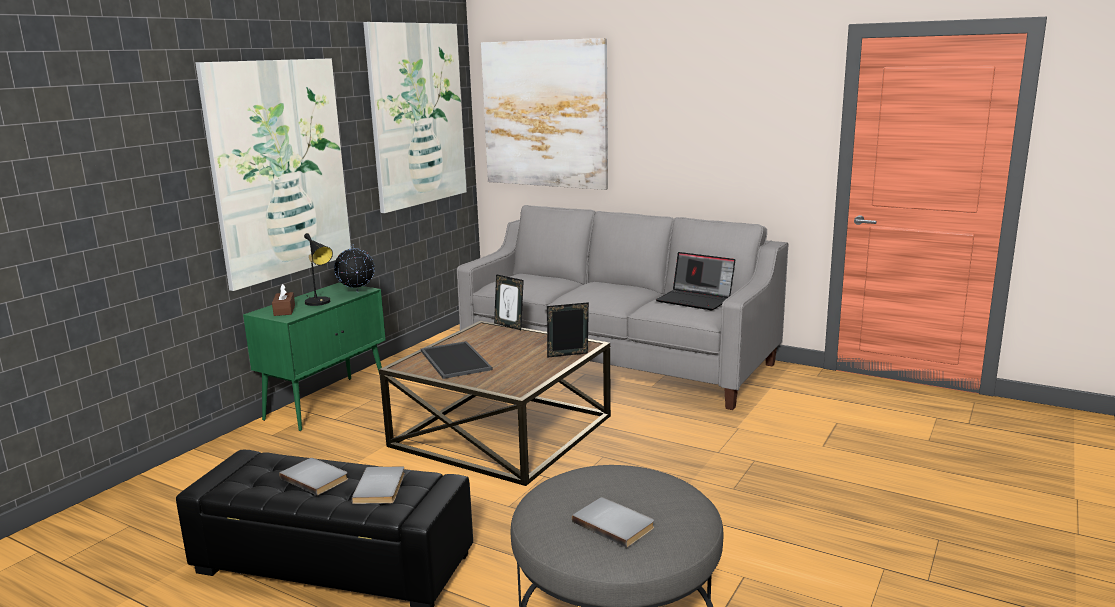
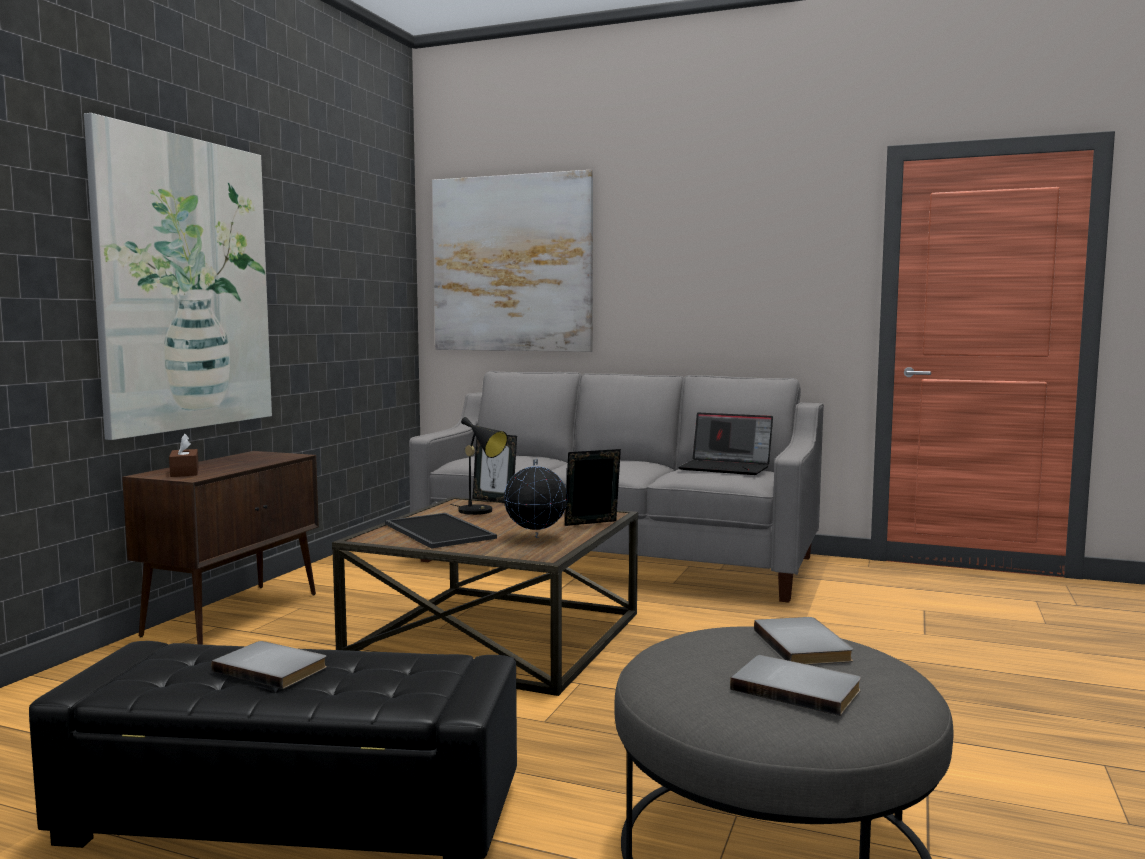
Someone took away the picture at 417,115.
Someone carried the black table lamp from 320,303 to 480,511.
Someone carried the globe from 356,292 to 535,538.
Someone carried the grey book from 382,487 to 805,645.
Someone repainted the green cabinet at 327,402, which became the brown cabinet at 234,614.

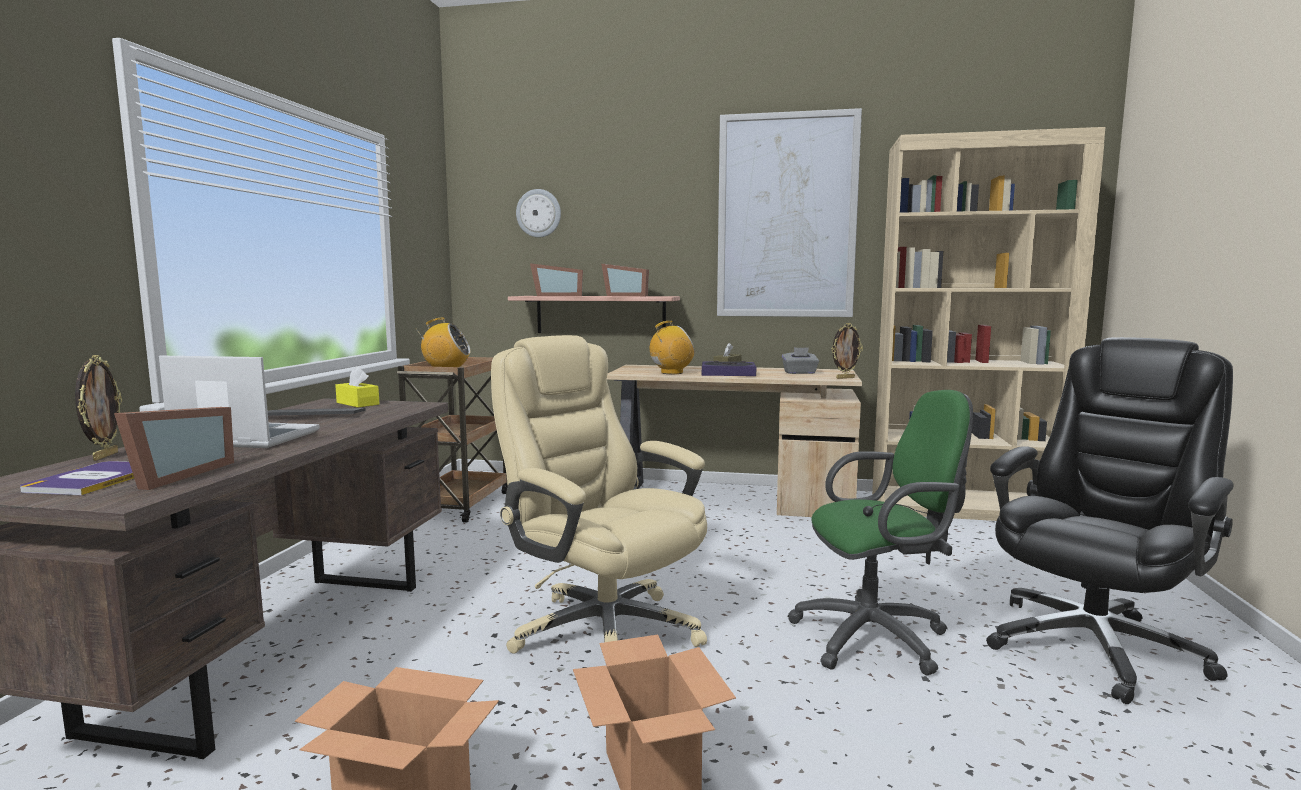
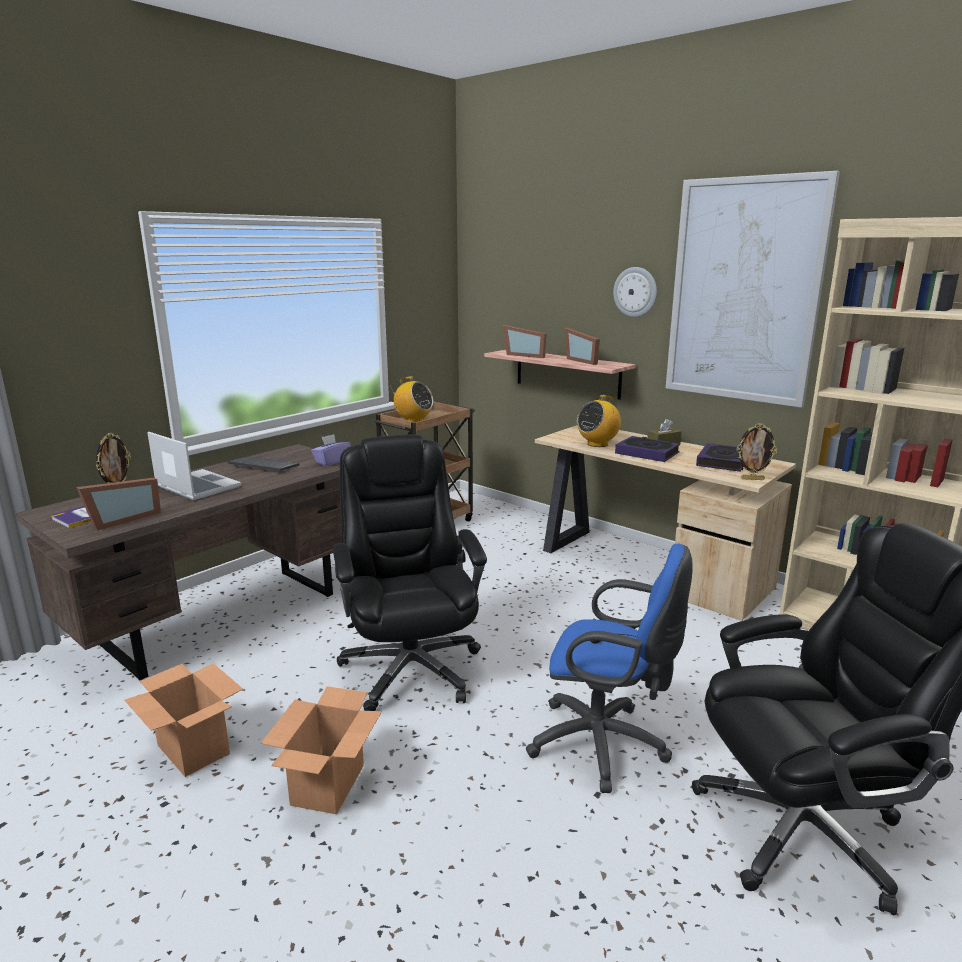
Someone took away the yellow tissue box at 357,403.
Someone put down the purple tissue box at 331,461.
Someone carried the wall clock from 538,213 to 635,292.
Someone swapped the grey tissue box at 800,373 for the book at 722,462.
Someone repainted the beige office chair at 603,631, which became the black office chair at 410,667.
Someone repainted the green office chair at 878,638, which became the blue office chair at 605,745.
Someone rotated the radio at 671,373 by 135 degrees clockwise.

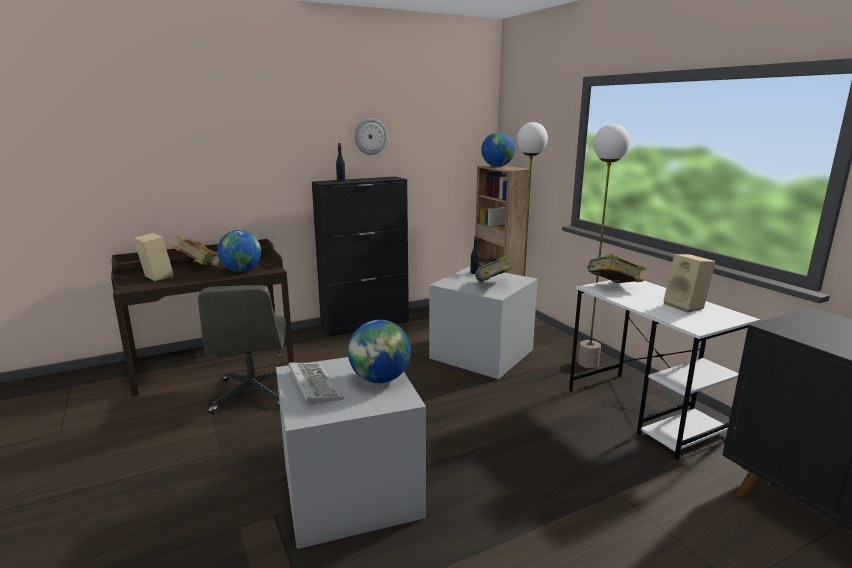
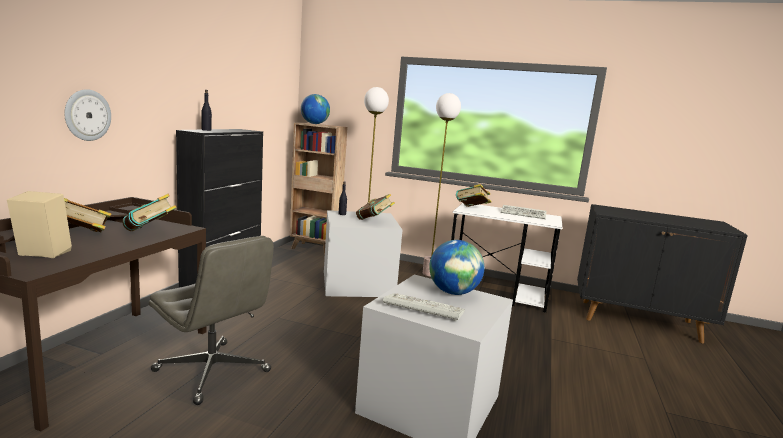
Someone carried the wall clock from 370,136 to 87,115.
Someone swapped the globe at 241,271 for the book at 150,233.
Someone swapped the beige speaker at 686,306 for the keyboard at 524,214.

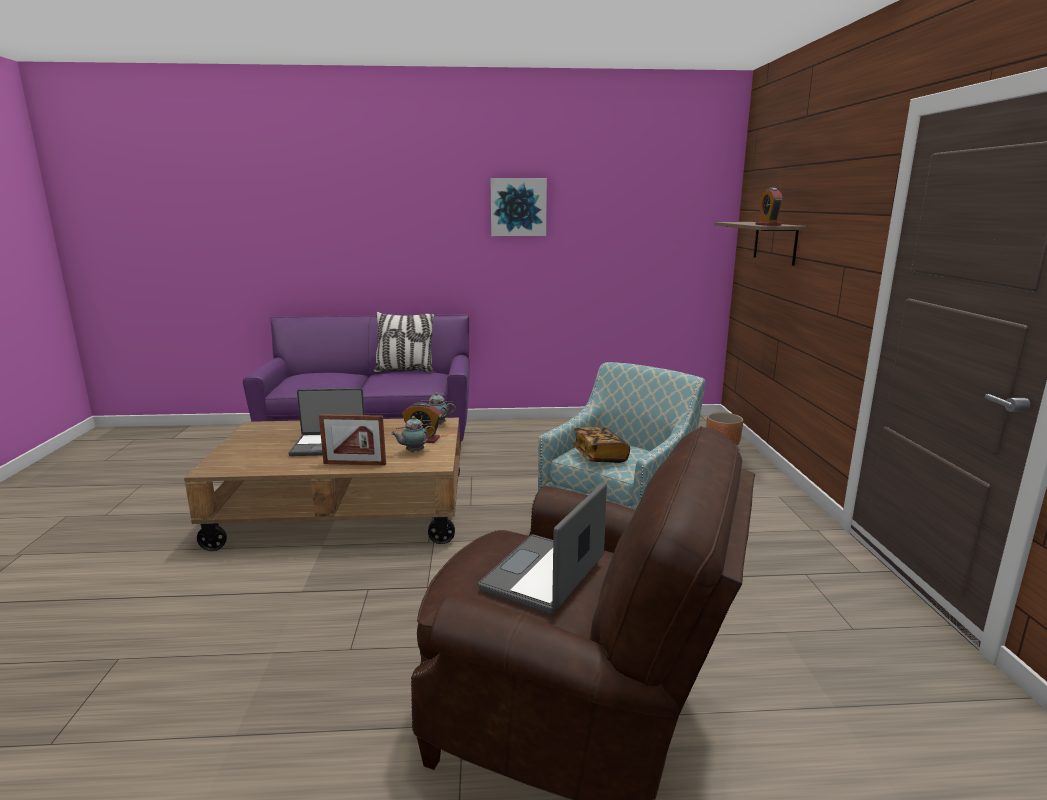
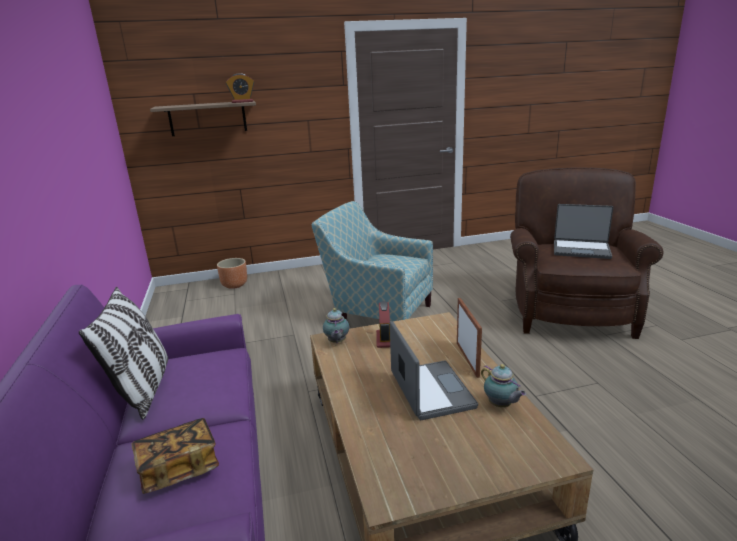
Someone took away the picture at 518,207.
Someone carried the teapot from 413,452 to 501,405.
Someone carried the book from 599,456 to 179,468.

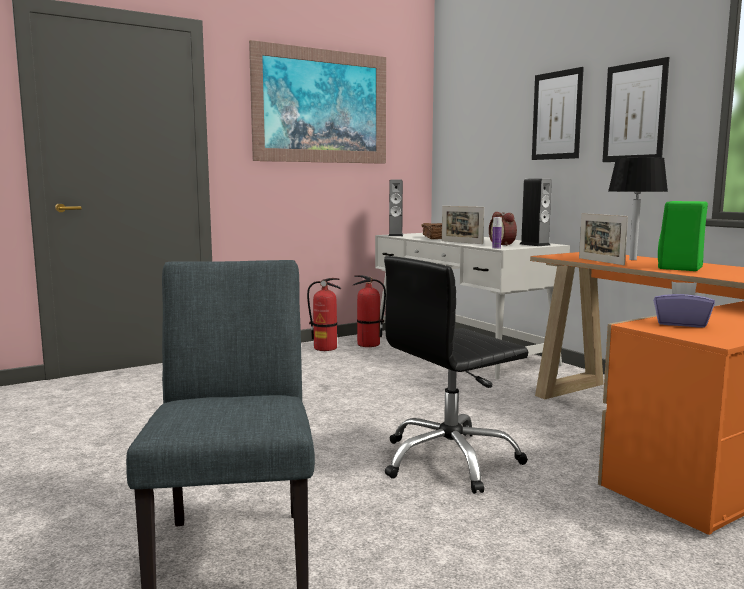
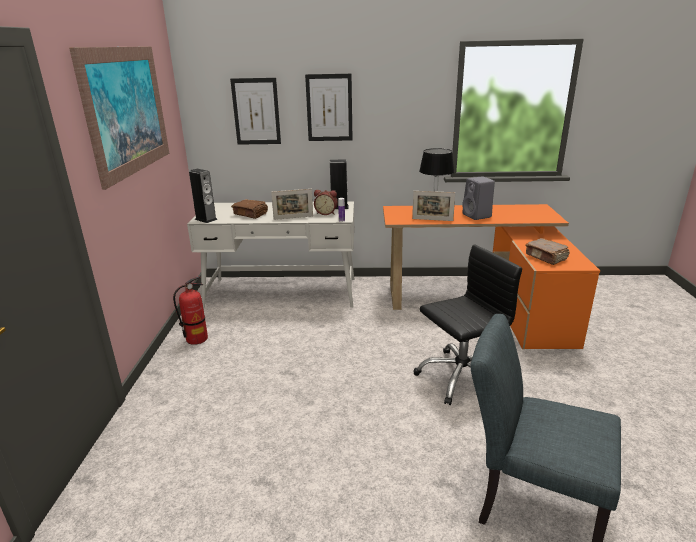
Someone took away the fire extinguisher at 368,345.
Someone carried the picture from 634,112 to 256,111.
Someone swapped the purple tissue box at 680,323 for the brown book at 546,257.
Someone repainted the green speaker at 680,268, which became the grey speaker at 477,216.
Someone rotated the black office chair at 450,461 by 120 degrees counterclockwise.

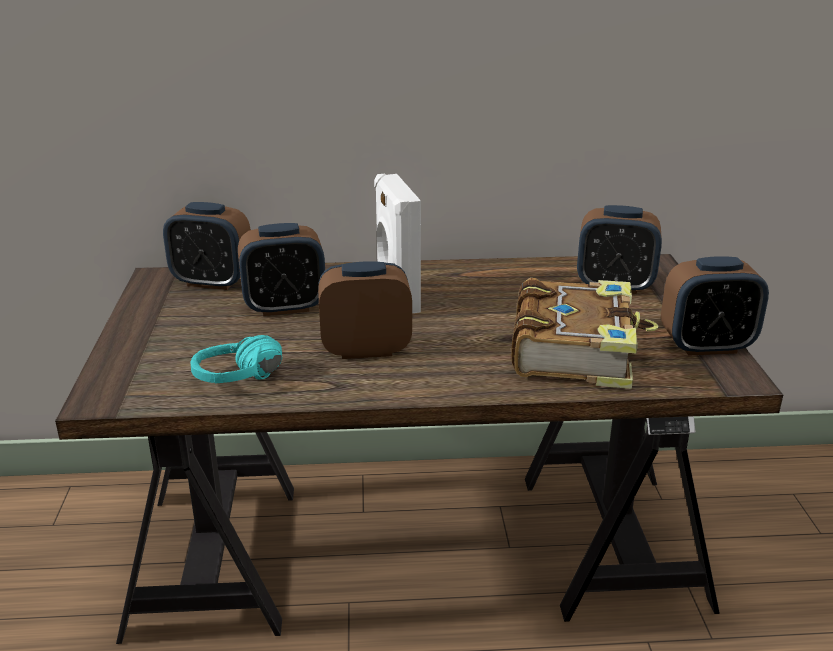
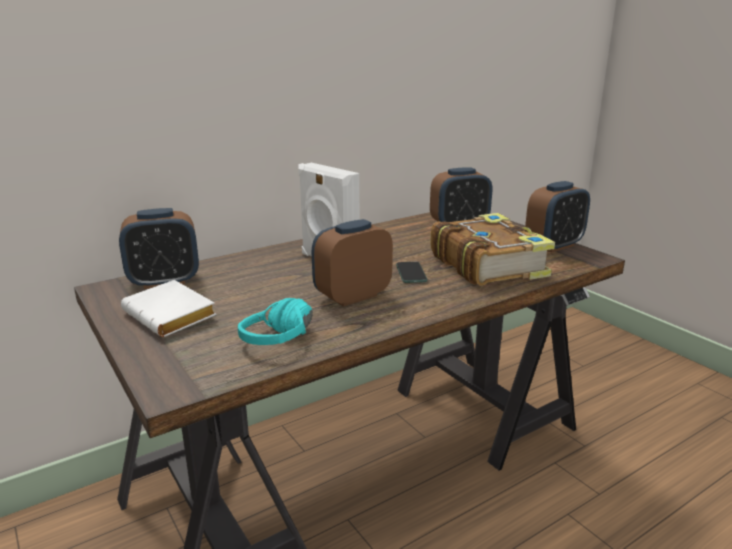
Someone took away the alarm clock at 285,307.
Someone put down the white book at 173,316.
Someone put down the phone at 411,273.

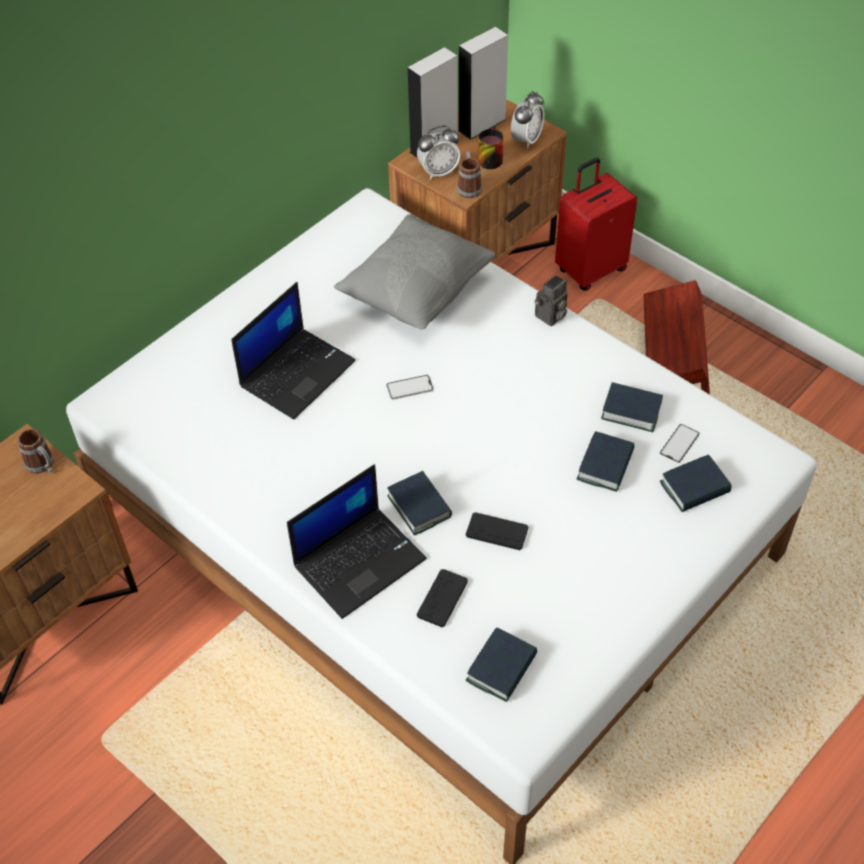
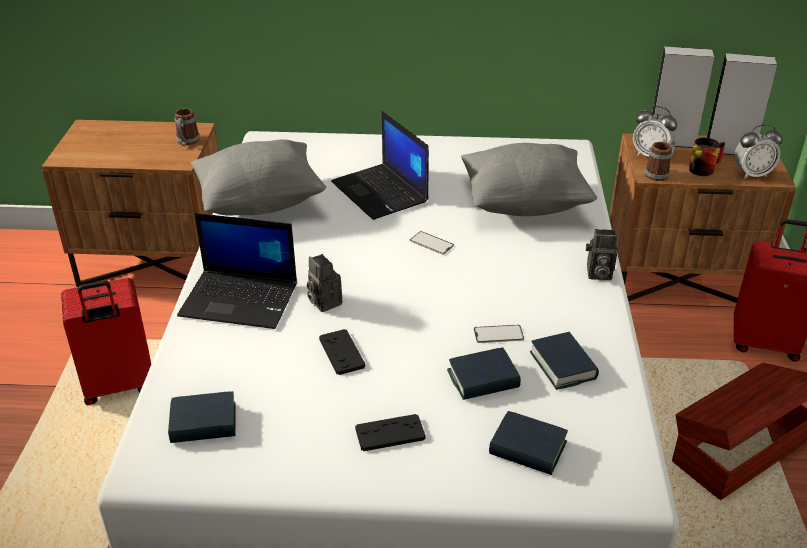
Someone put down the red suitcase at 119,386.
Someone put down the grey pillow at 261,202.
Someone carried the black game controller from 442,598 to 390,434.
Someone carried the phone from 679,443 to 498,334.
Someone swapped the book at 419,506 for the photo camera at 323,302.
Someone rotated the laptop at 297,372 by 60 degrees clockwise.

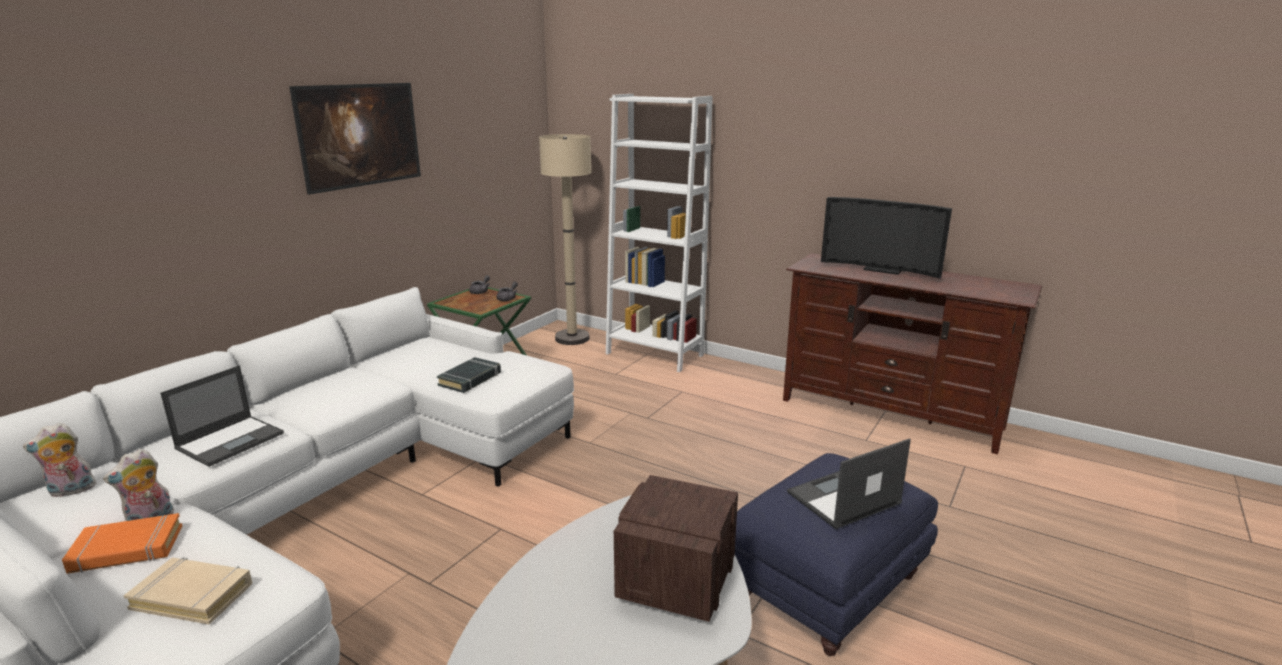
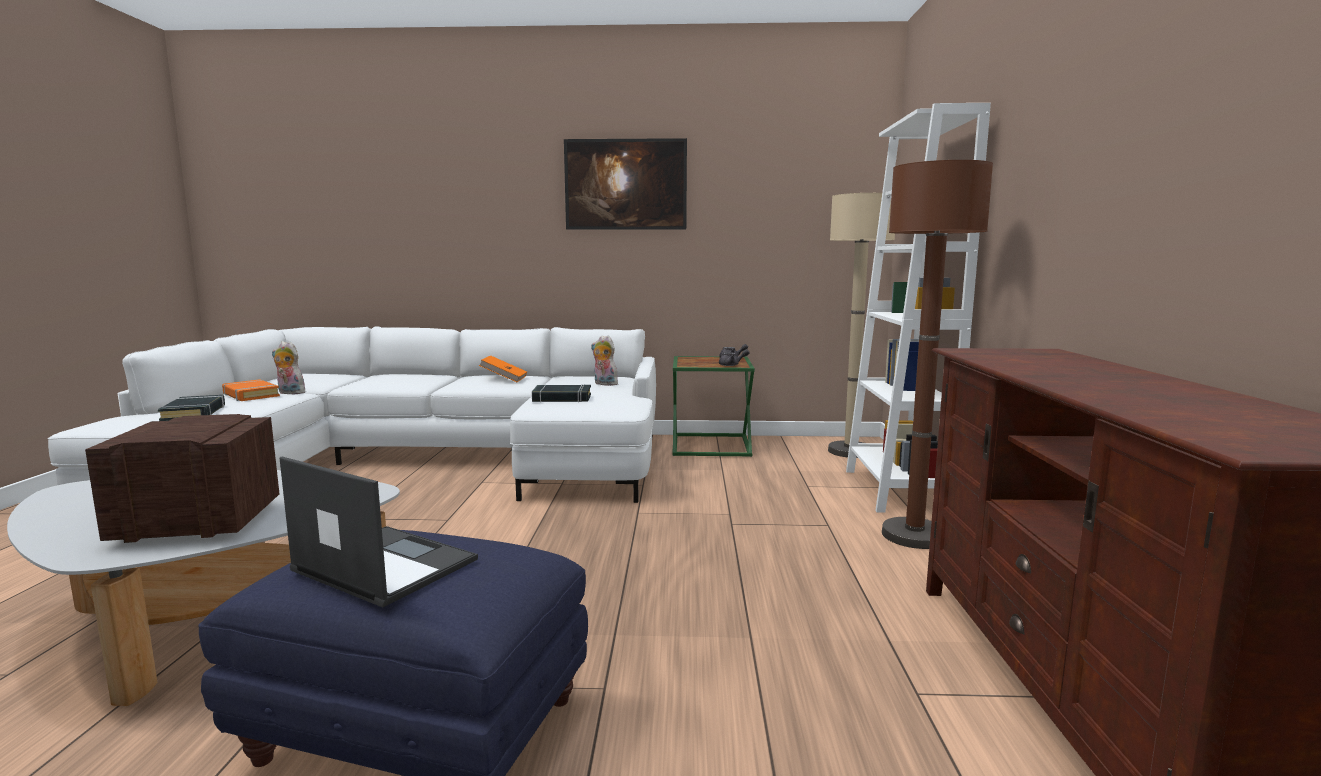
Someone took away the laptop at 231,440.
Someone took away the television at 882,269.
Someone put down the orange book at 504,379.
Someone put down the brown floor lamp at 914,535.
Someone carried the plush toy from 71,491 to 604,384.
Someone repainted the beige book at 193,595, which became the black book at 194,413.

